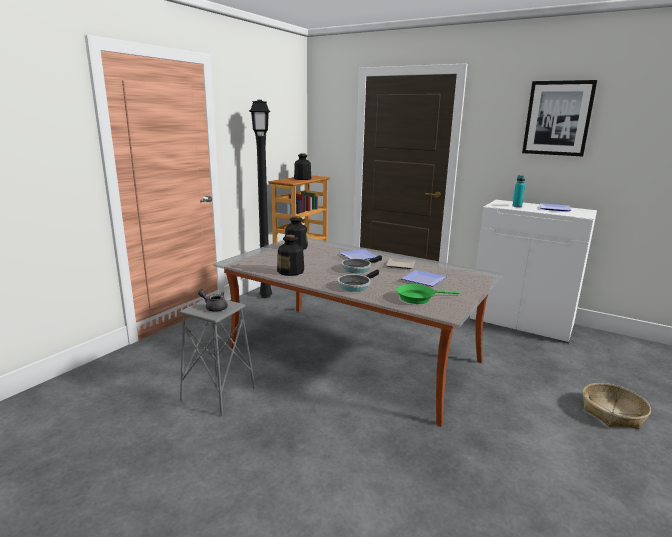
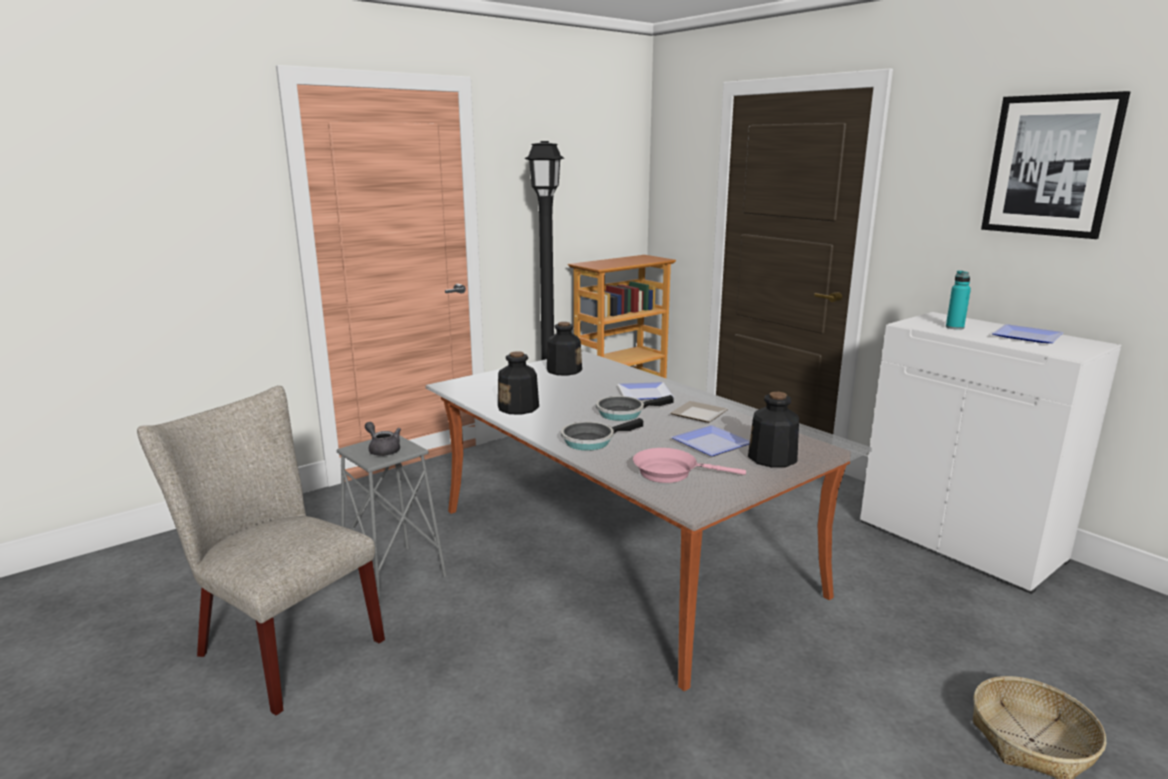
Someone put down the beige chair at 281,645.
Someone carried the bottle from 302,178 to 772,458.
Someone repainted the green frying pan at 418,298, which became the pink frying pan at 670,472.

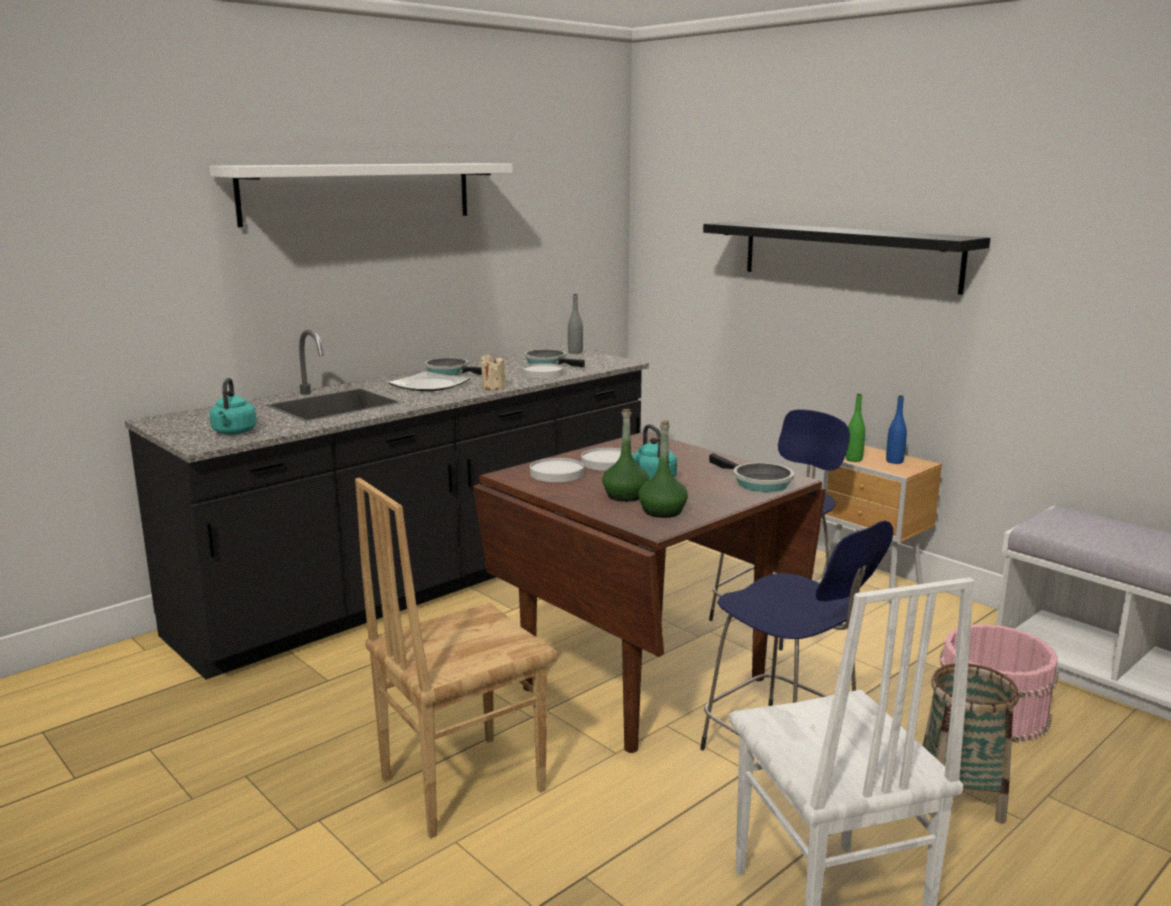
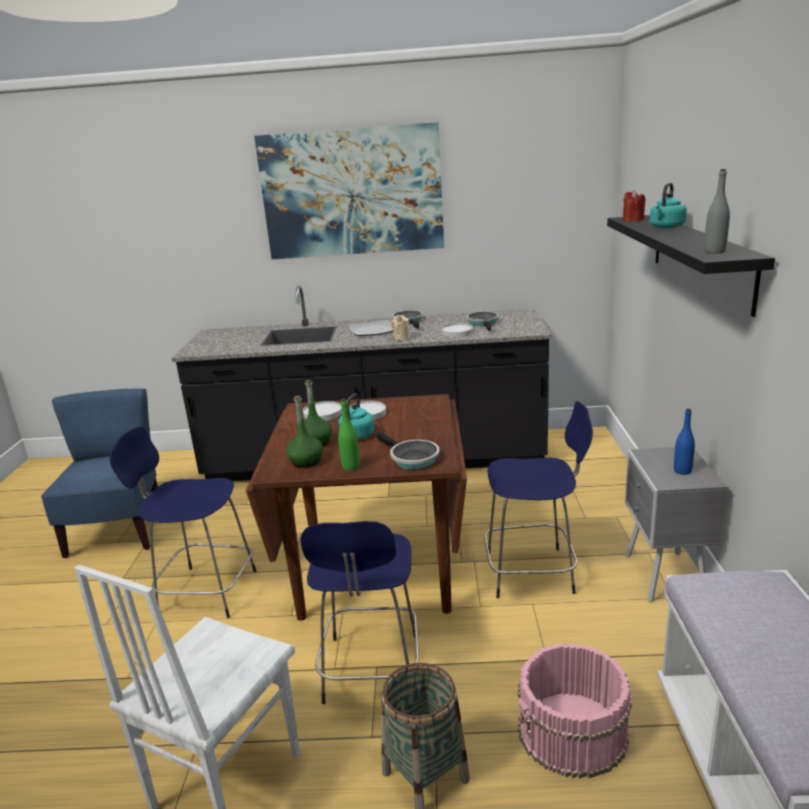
Someone put down the blue chair at 118,531.
Someone put down the red candle at 633,220.
Someone carried the turquoise kettle from 234,432 to 666,227.
Someone carried the grey bottle from 575,352 to 714,252.
Someone carried the green bottle from 853,459 to 350,466.
Someone swapped the white shelf at 359,192 for the picture at 352,192.
Someone swapped the brown chair at 460,783 for the blue stool at 204,591.
Someone repainted the brown nightstand at 872,585, which became the grey nightstand at 664,578.
Someone rotated the frying pan at 757,483 by 45 degrees counterclockwise.

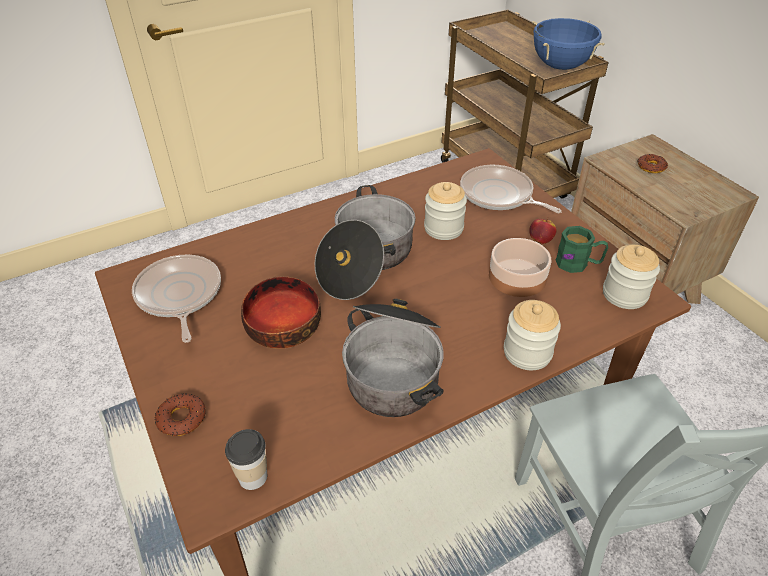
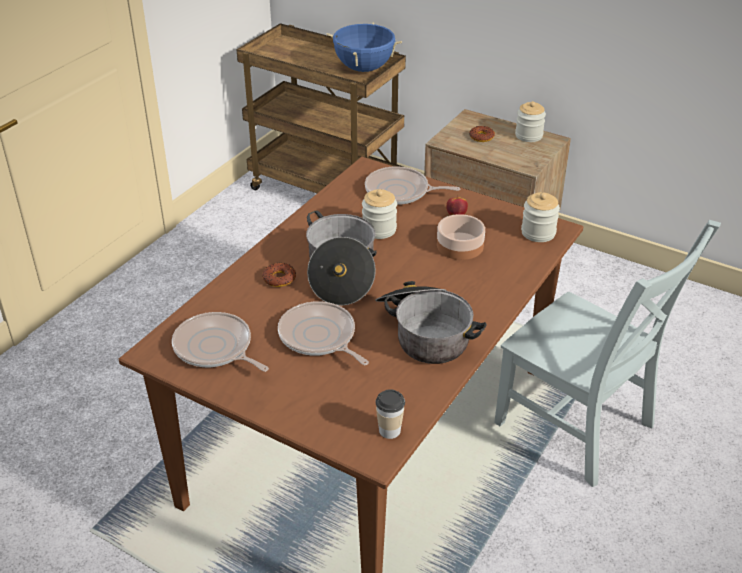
Someone took away the green mug at 578,264.
Someone carried the donut from 181,418 to 279,278.
Someone carried the jar from 527,352 to 528,135.
Someone swapped the bowl at 282,325 for the frying pan at 319,337.

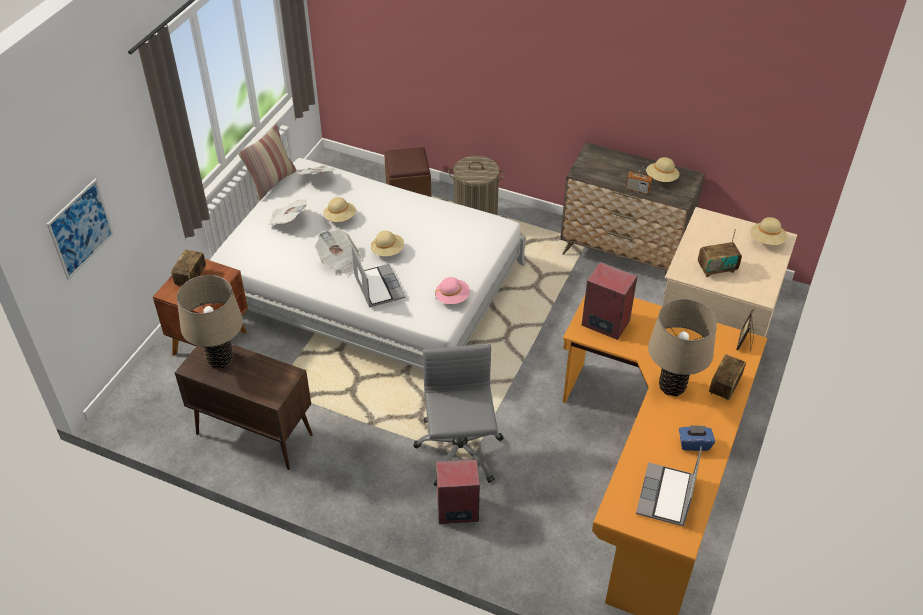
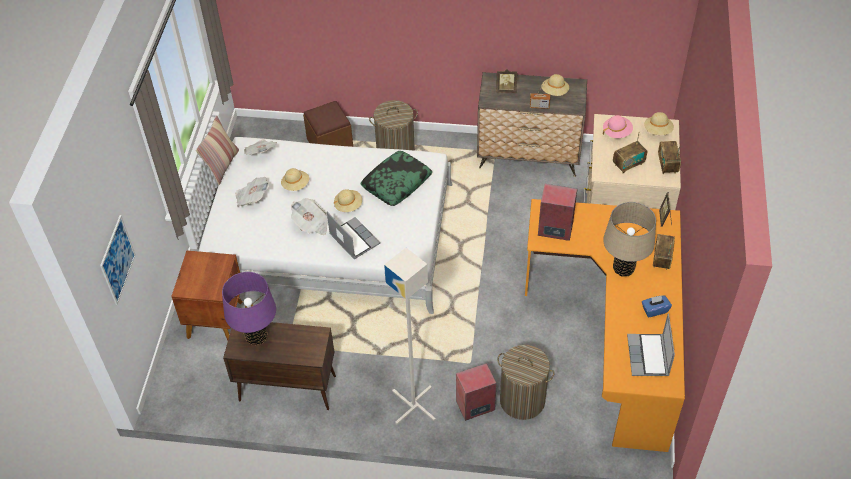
Someone took away the grey office chair at 459,453.
Someone put down the pillow at 396,183.
Someone put down the grey floor lamp at 414,405.
Someone put down the picture frame at 506,90.
Someone put down the laundry basket at 522,400.
Someone carried the radio from 191,278 to 667,165.
Someone carried the pink hat from 452,297 to 617,132.
Someone repainted the beige table lamp at 220,360, which became the purple table lamp at 256,337.

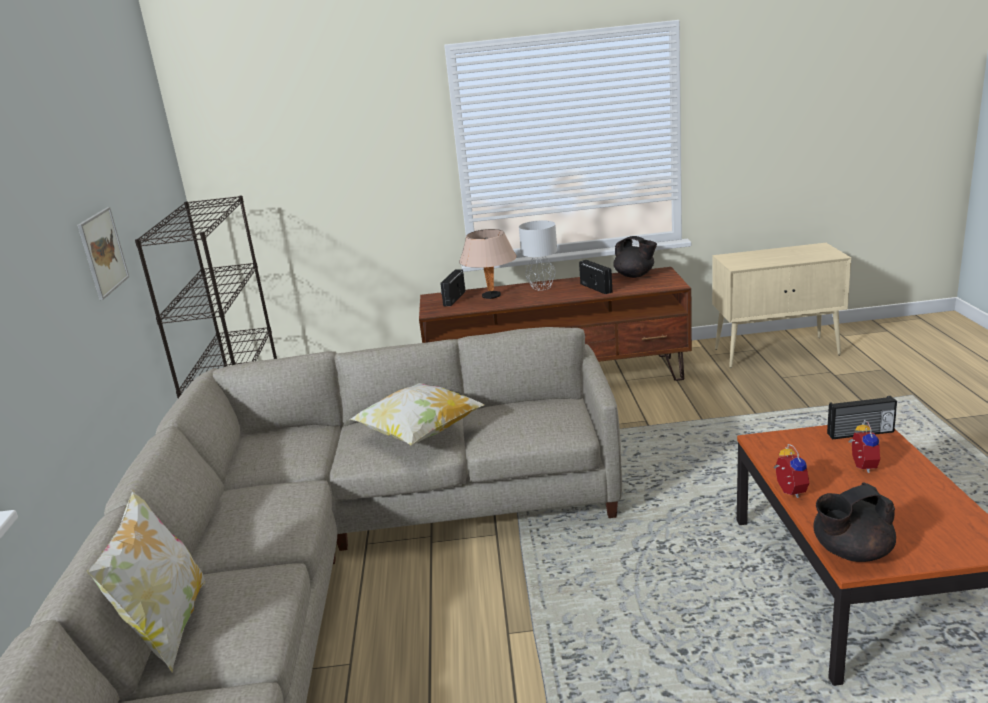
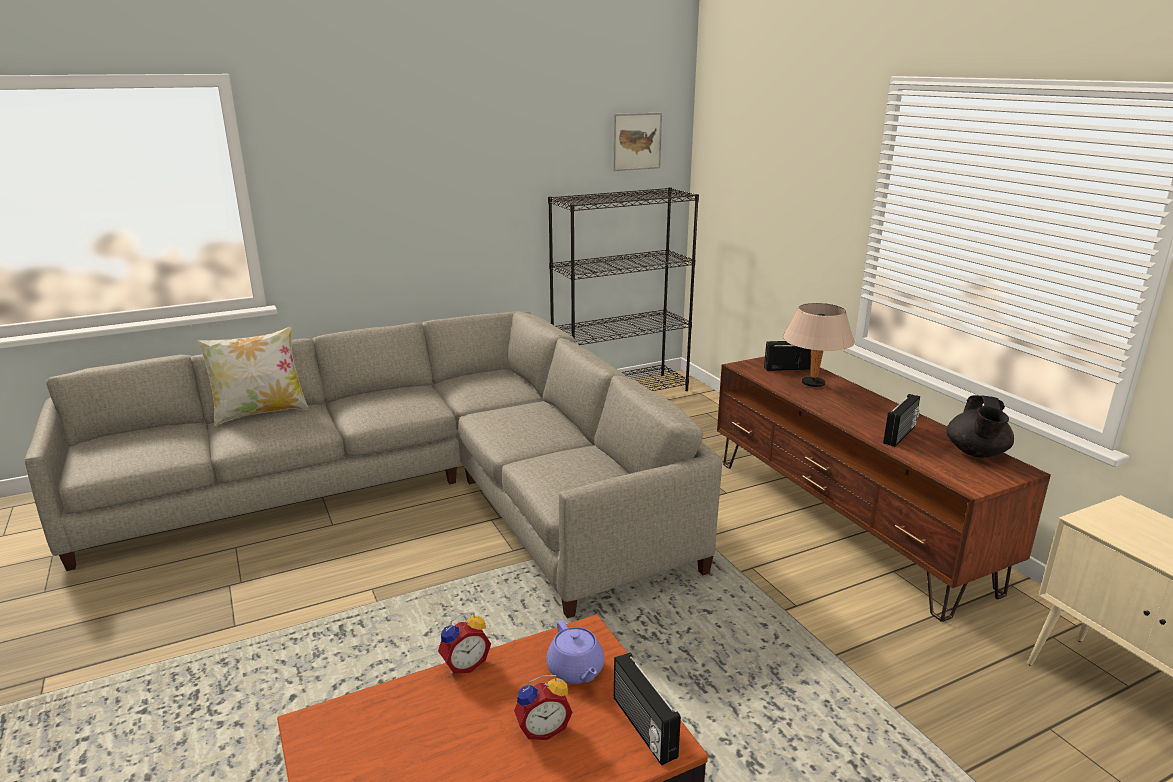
Someone took away the pillow at 420,434.
Someone took away the grey table lamp at 541,287.
Someone took away the black teapot at 850,552.
Someone put down the purple teapot at 576,670.
Someone carried the picture from 103,252 to 636,141.

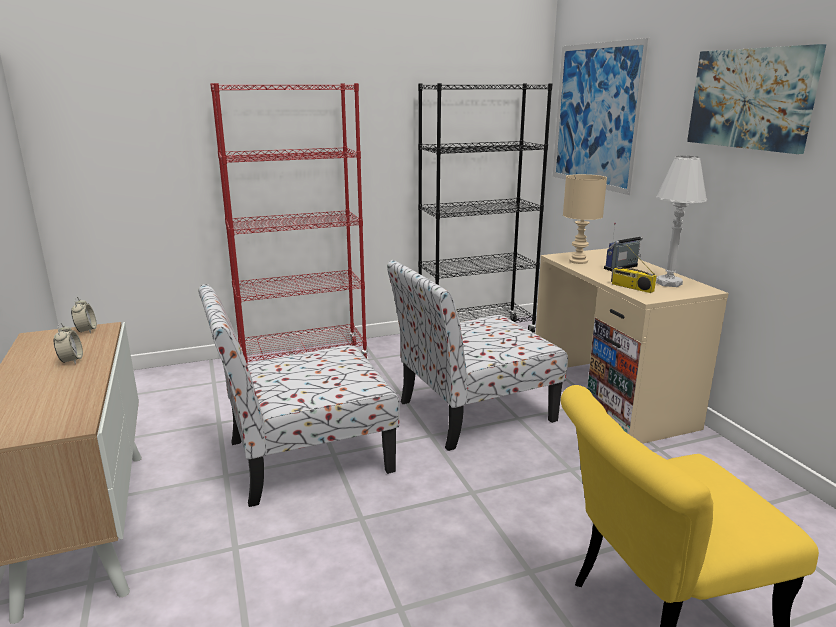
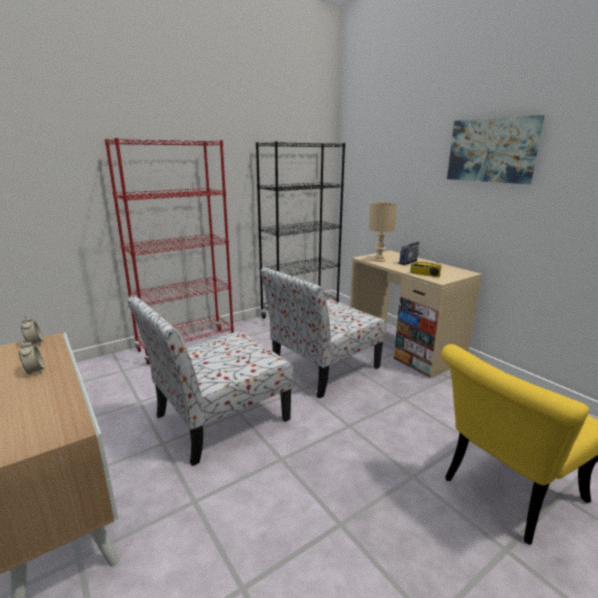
Someone took away the picture at 596,116.
Someone took away the white table lamp at 669,283.

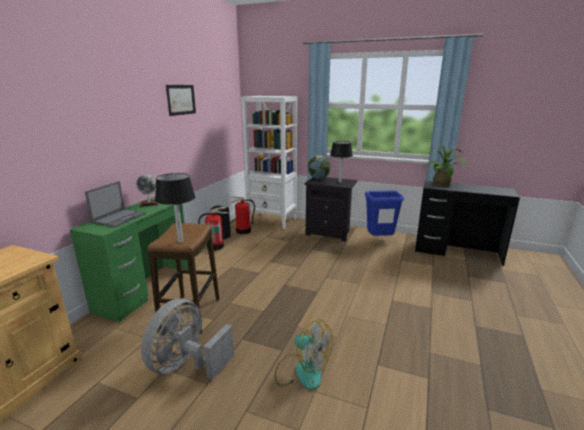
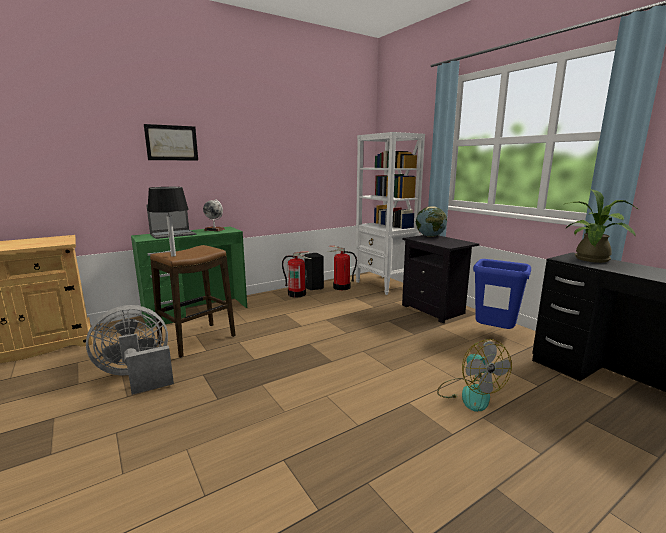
Someone took away the black table lamp at 339,182.
Someone carried the picture from 181,99 to 172,143.
Someone carried the fan from 302,370 to 469,394.

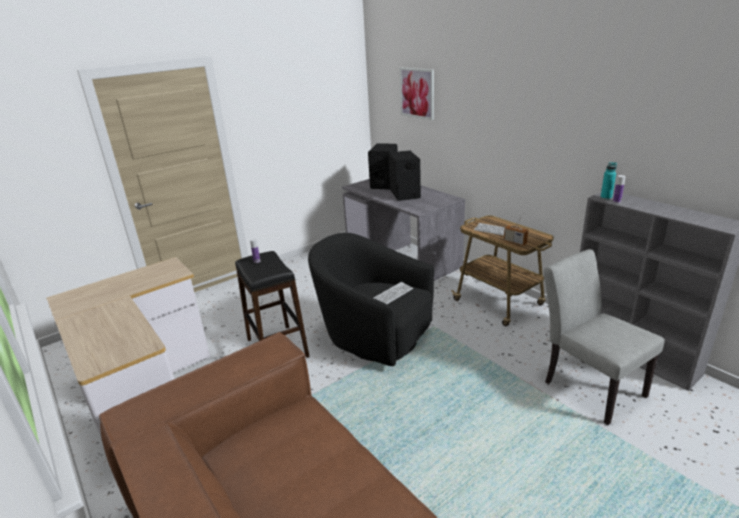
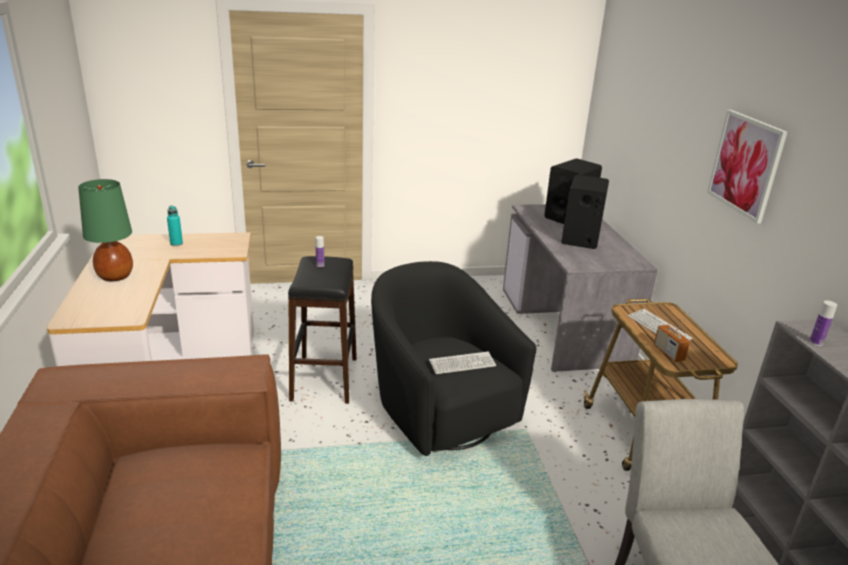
Someone put down the green table lamp at 115,276.
Someone carried the picture from 417,93 to 745,165.
Someone carried the turquoise bottle from 606,197 to 176,244.

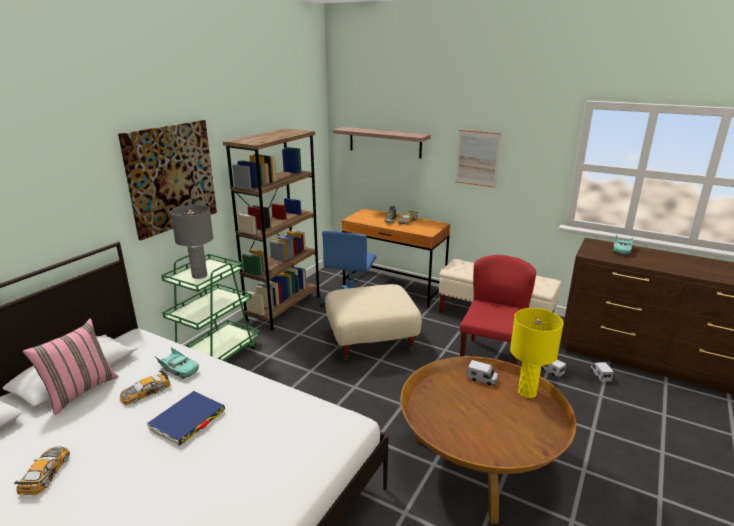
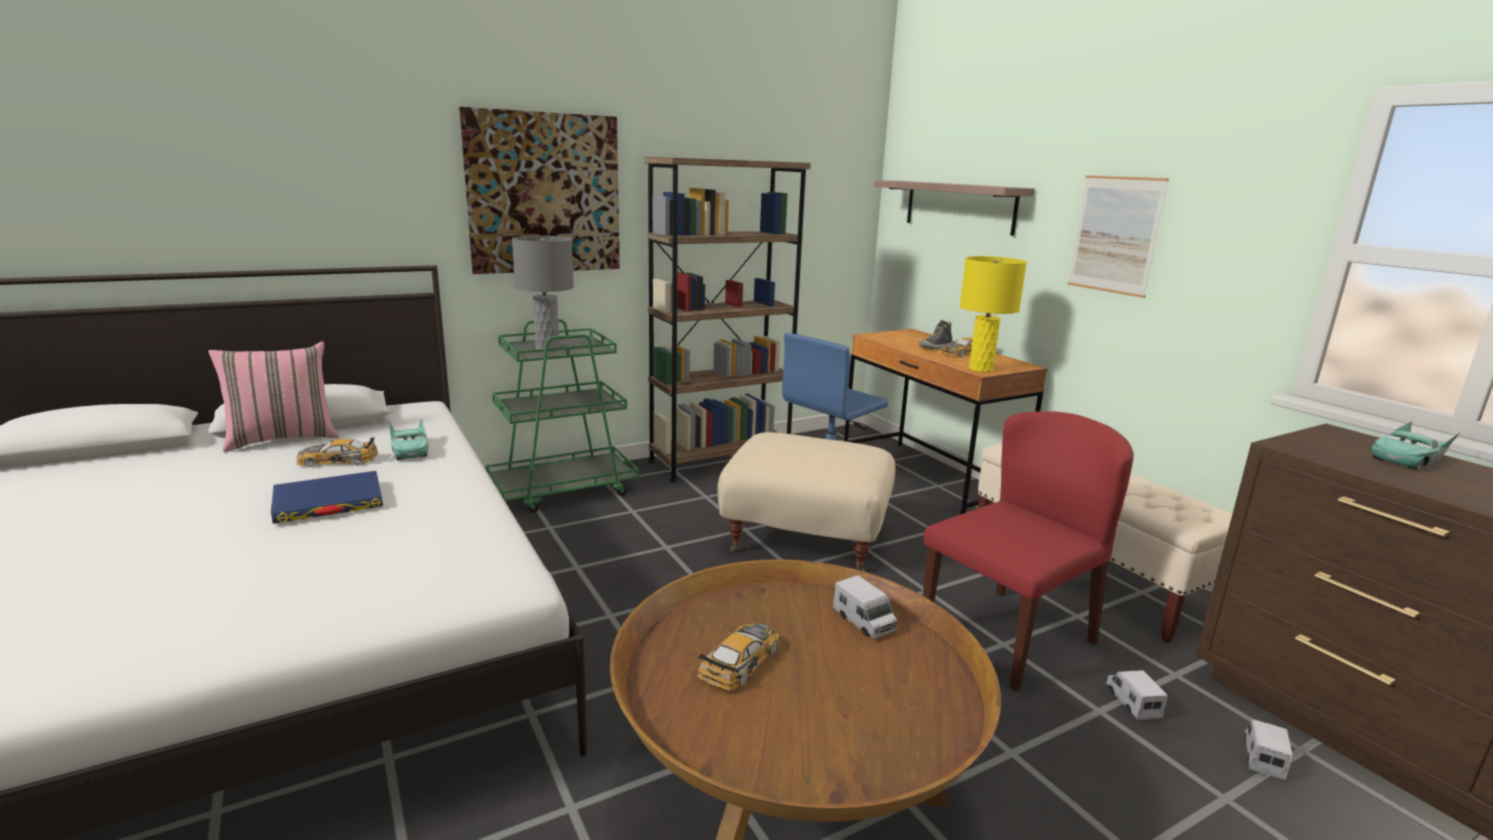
Someone carried the toy car from 46,473 to 740,661.
Someone carried the yellow table lamp from 527,392 to 980,369.

